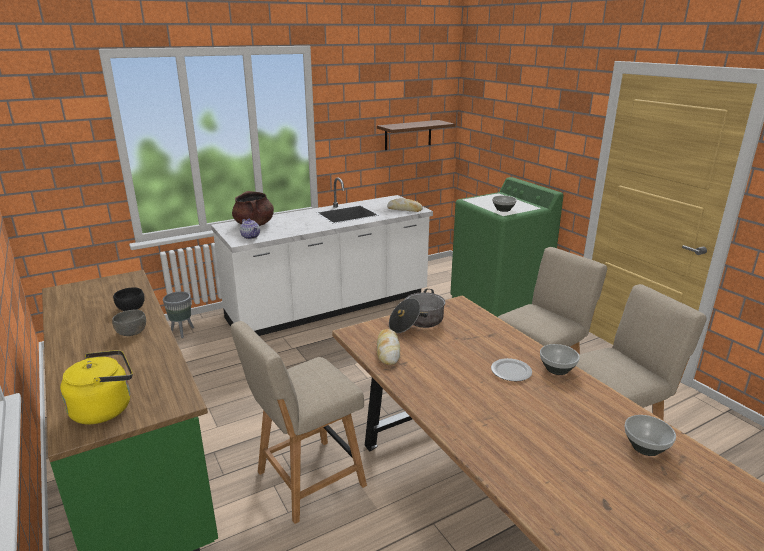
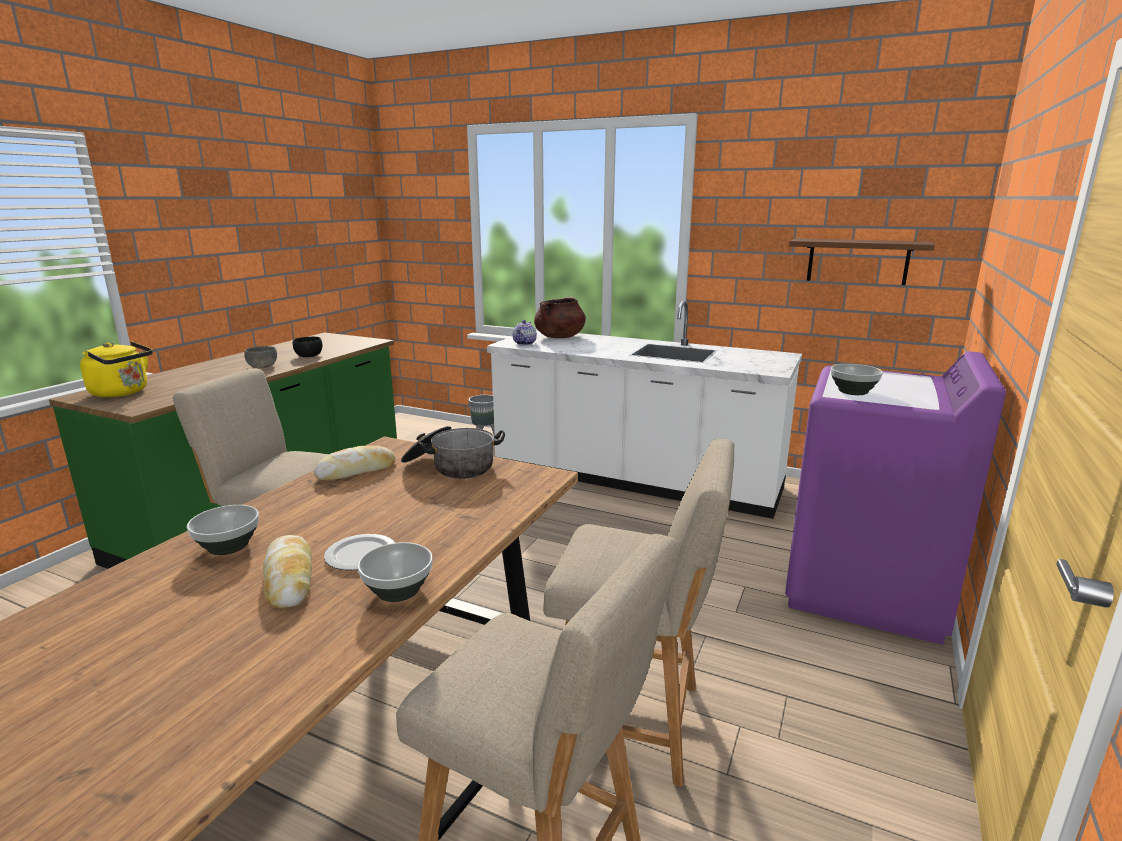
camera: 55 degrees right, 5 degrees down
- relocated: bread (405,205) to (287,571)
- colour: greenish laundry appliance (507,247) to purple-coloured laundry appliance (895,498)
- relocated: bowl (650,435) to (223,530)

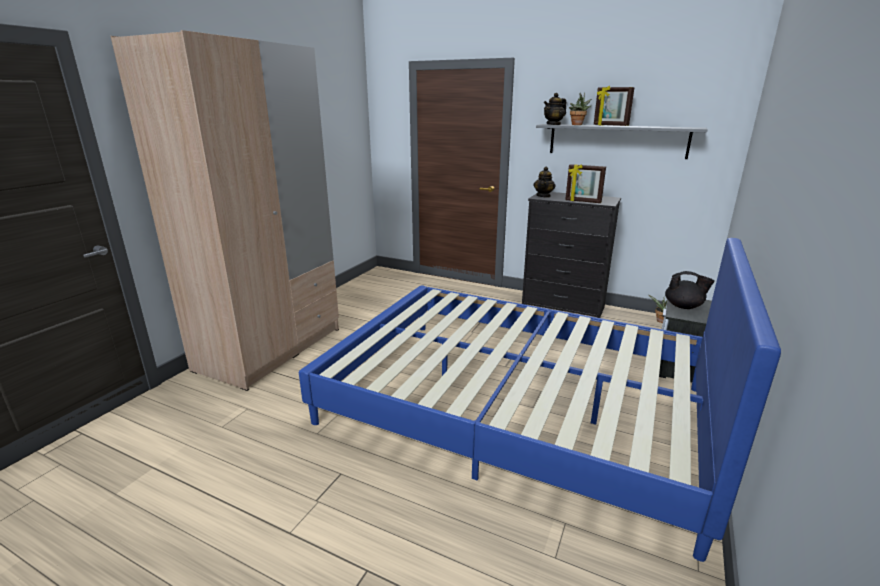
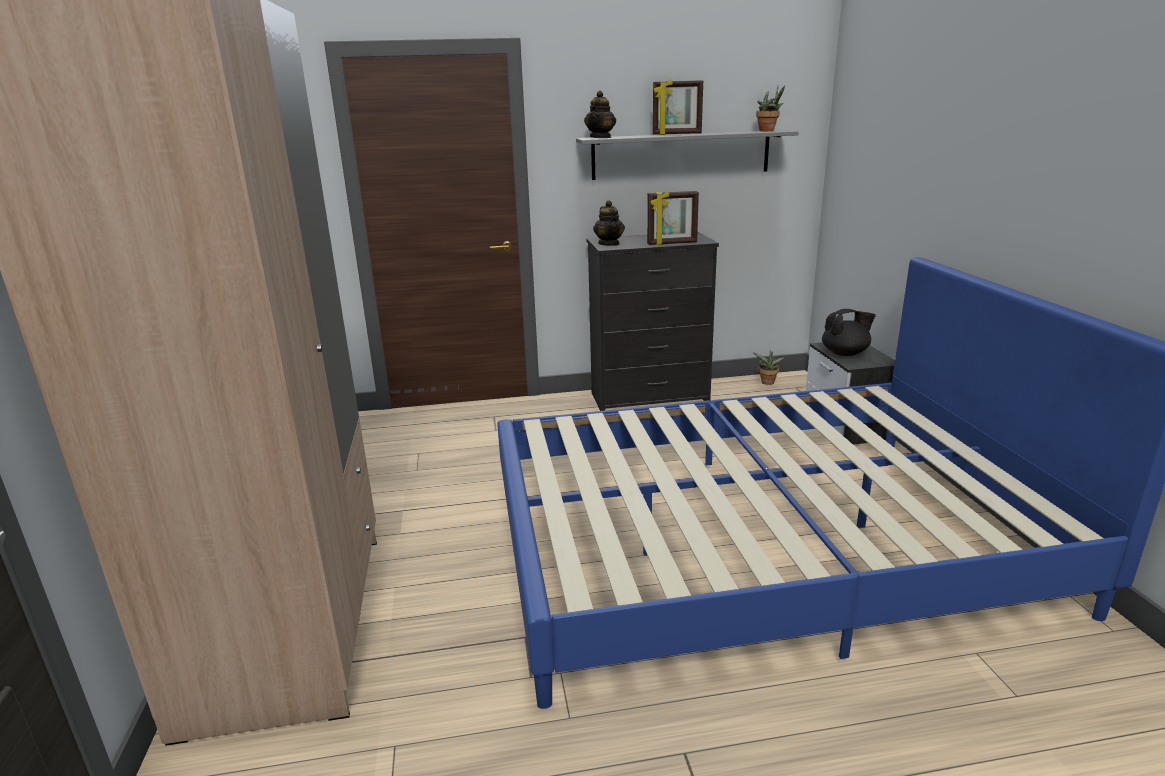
camera: 35 degrees left, 0 degrees up
- relocated: plant in a pot (580,109) to (770,108)

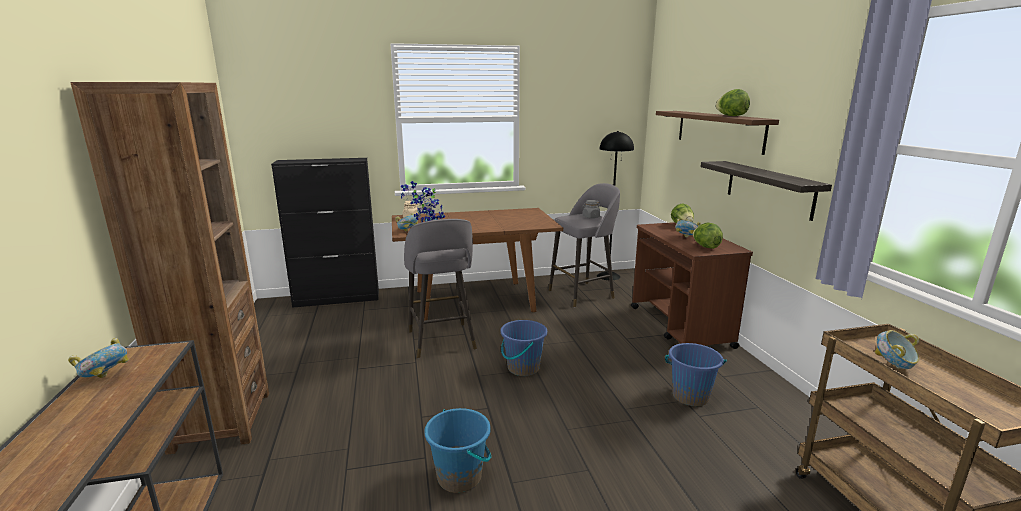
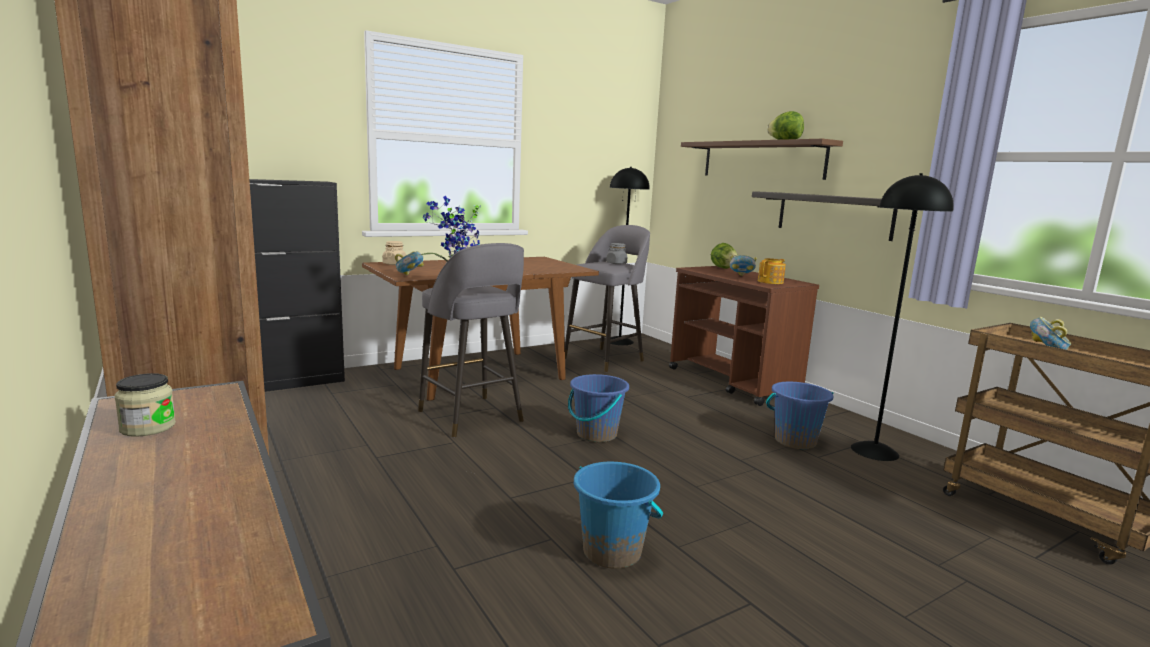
camera: 20 degrees left, 5 degrees down
- exchanged: bowl (98,358) to jar (145,405)
- exchanged: head of lettuce (708,236) to teapot (772,271)
- appeared: black-coloured standard lamp (902,317)

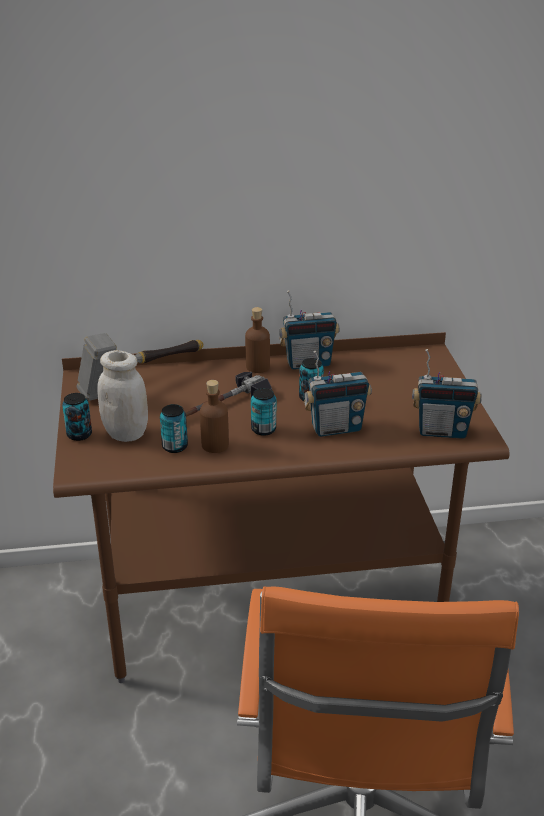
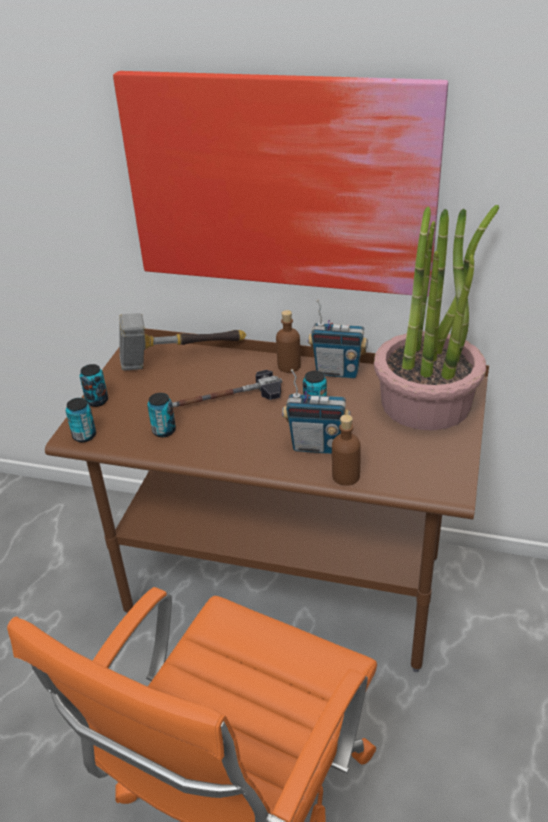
camera: 25 degrees right, 5 degrees up
- missing: white-coloured jar (122,396)
- relocated: brownish bottle (214,416) to (346,450)
- relocated: metal can (263,412) to (81,420)
- missing: radio set (447,394)
- appeared: picture (280,184)
- appeared: plant in a pot (436,317)

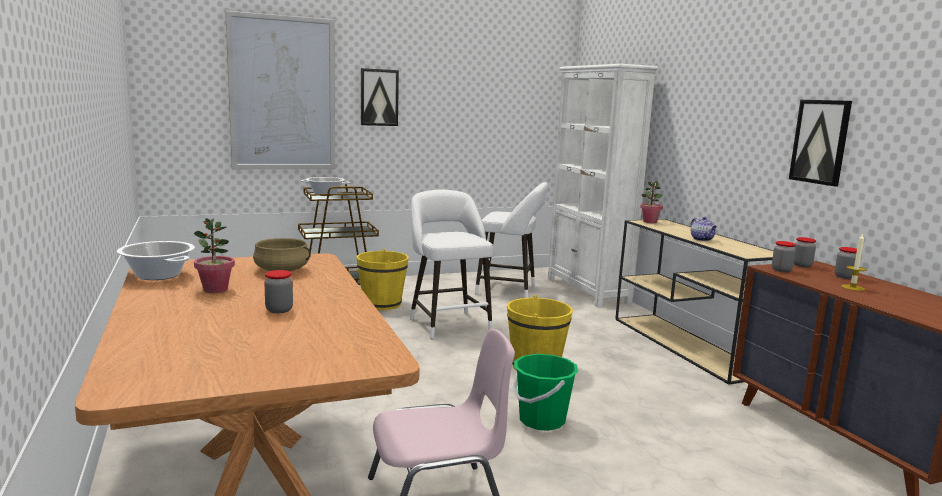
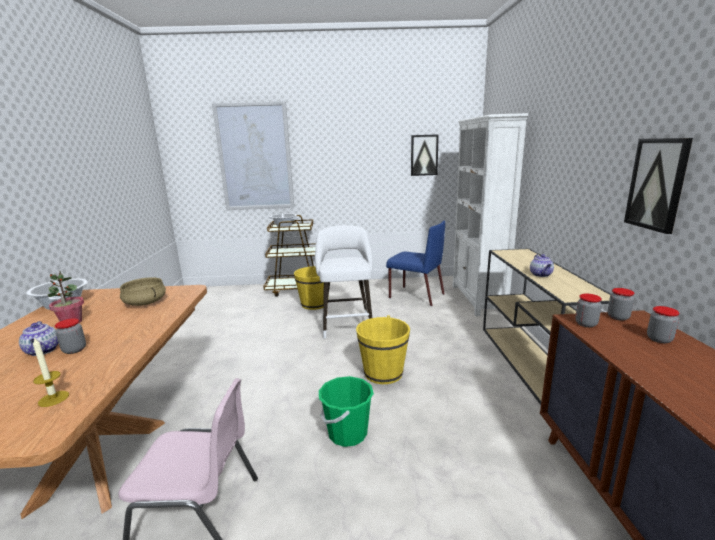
camera: 20 degrees right, 5 degrees up
- relocated: picture (380,97) to (425,155)
- exchanged: white-coloured stool (511,240) to blue-coloured chair (415,263)
- missing: plant in a pot (651,202)
- relocated: wax candle (854,262) to (51,372)
- appeared: teapot (39,338)

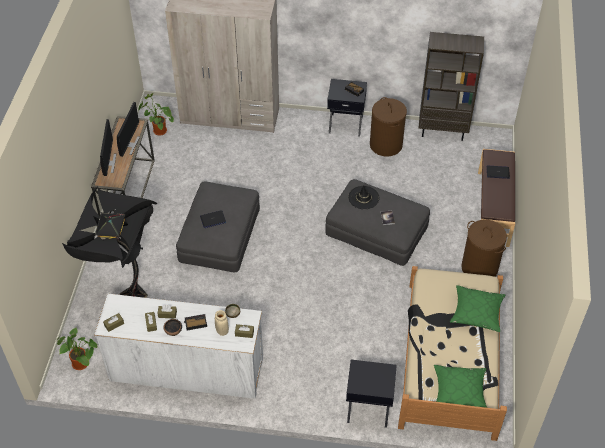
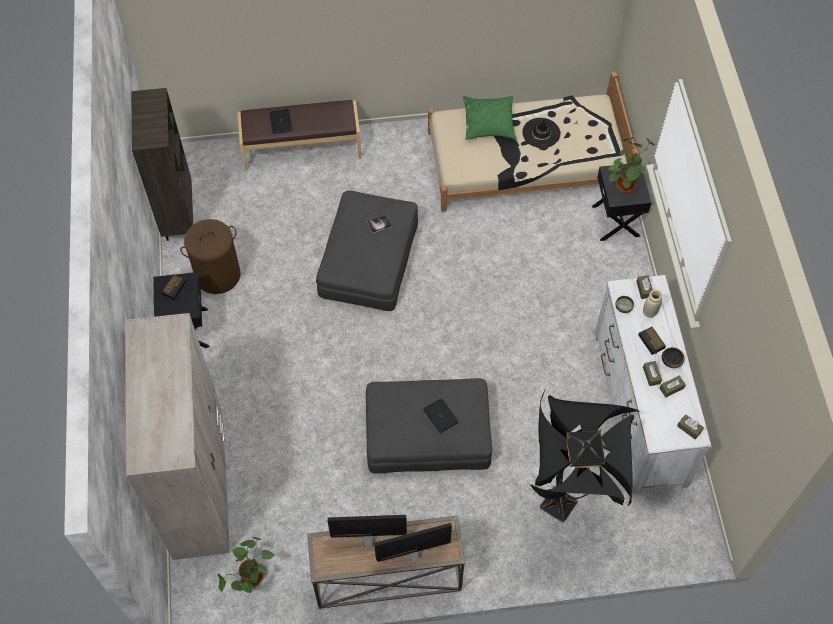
camera: 105 degrees left, 10 degrees up
- relocated: plant in a pot (77,348) to (632,165)
- relocated: black-coloured clothing hat (363,197) to (541,133)
- missing: greenish cushion (460,386)
- missing: brownish laundry basket (484,248)

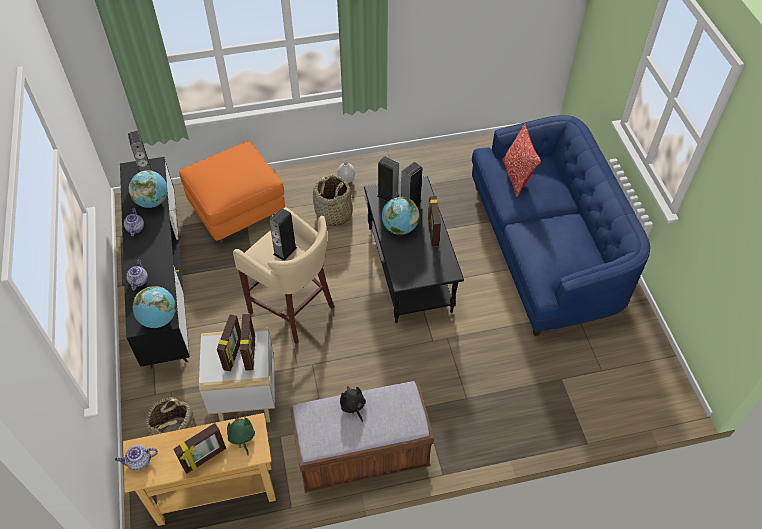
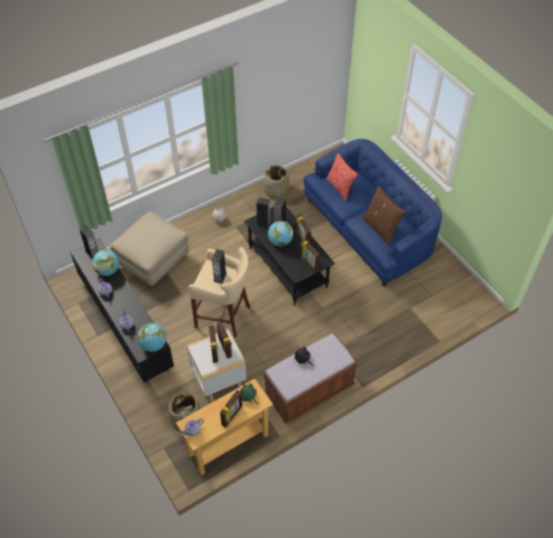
camera: 20 degrees left, 0 degrees up
- colour: orangey ottoman (232,192) to sand-coloured ottoman (150,249)
- relocated: household basket (333,200) to (277,182)
- appeared: standing frame (310,254)
- appeared: brownish cushion (384,215)

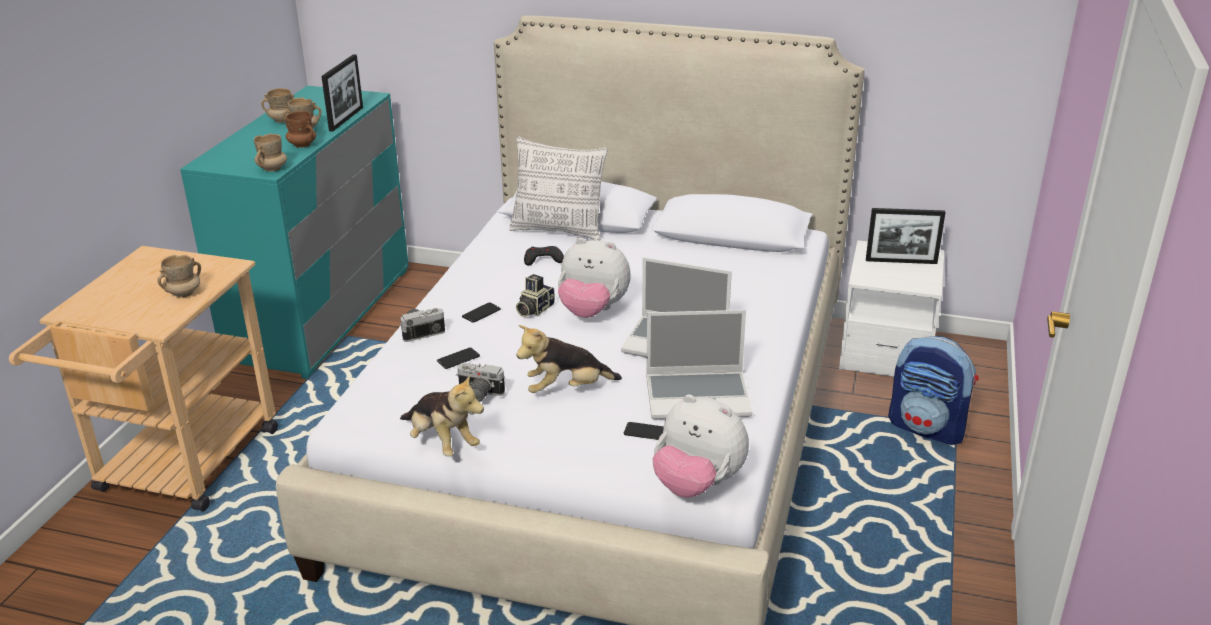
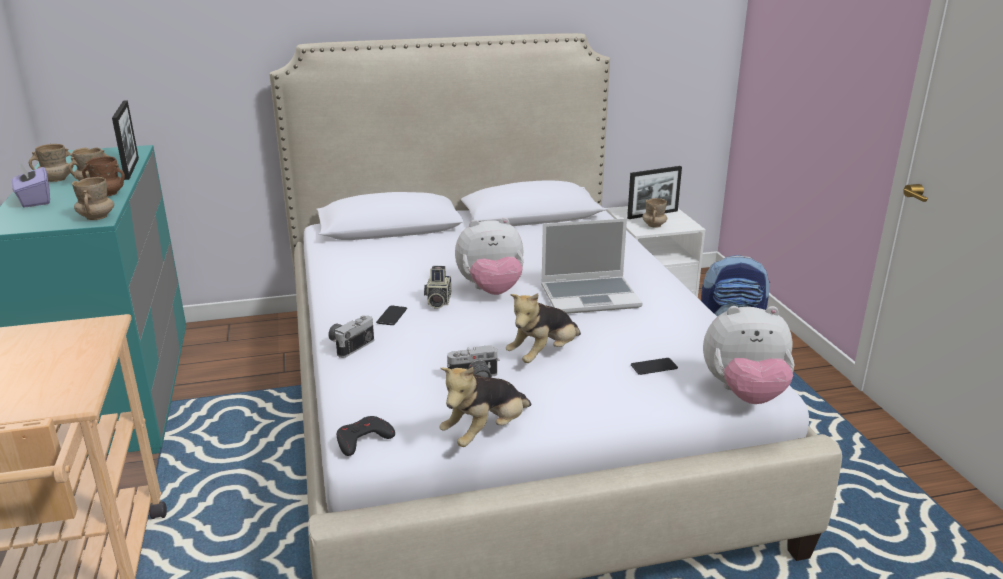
camera: 30 degrees left, 5 degrees down
- relocated: sand-coloured coffee mug (179,276) to (654,213)
- spun: plush toy (442,415) = (485,407) 120 degrees clockwise
- missing: phone (458,358)
- missing: cushion (558,189)
- relocated: black-coloured gamepad (544,255) to (366,436)
- missing: portable computer (699,365)
- appeared: purple-coloured box of tissues (30,184)

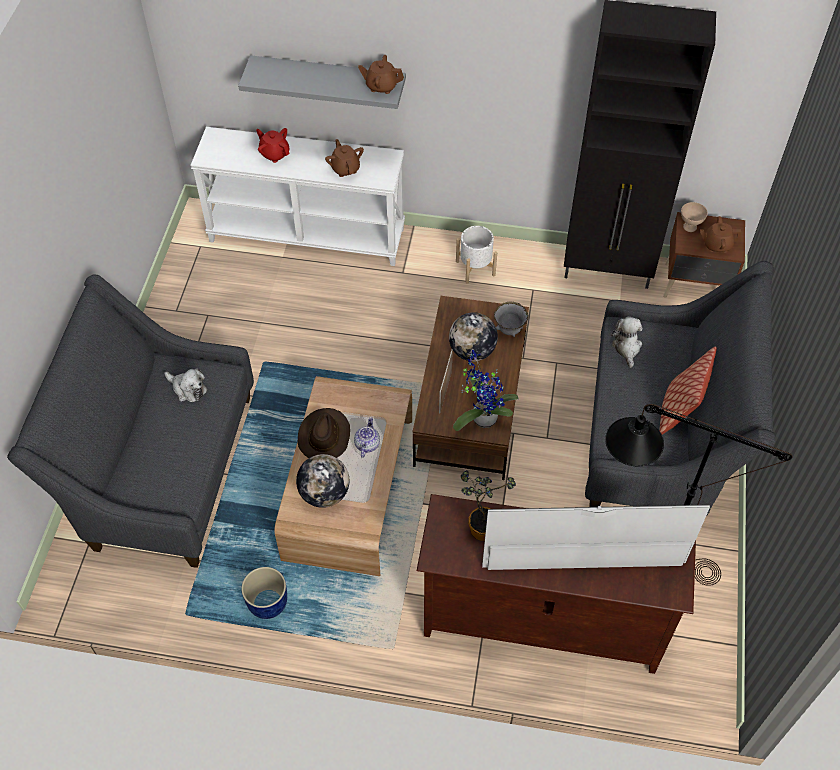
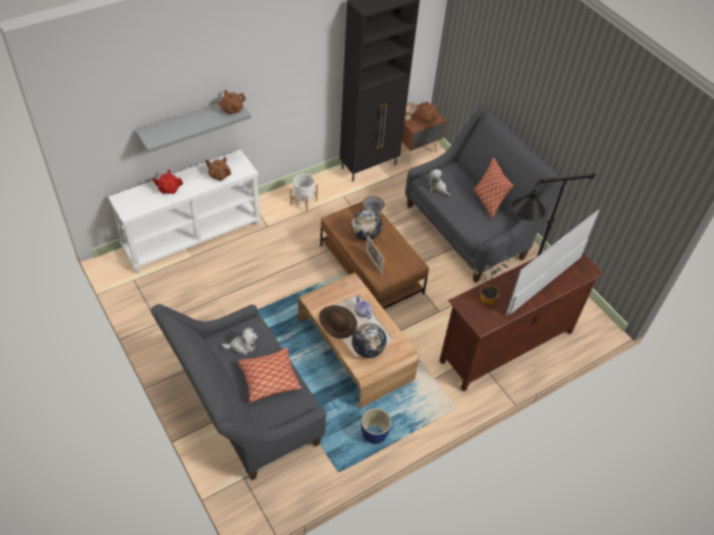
camera: 45 degrees left, 5 degrees down
- missing: plant in a pot (486,390)
- appeared: cushion (270,375)

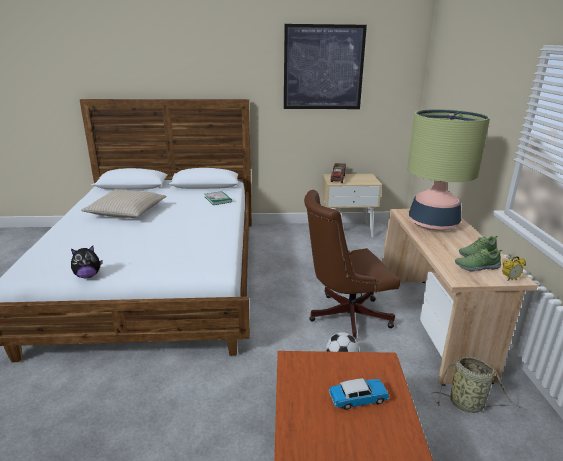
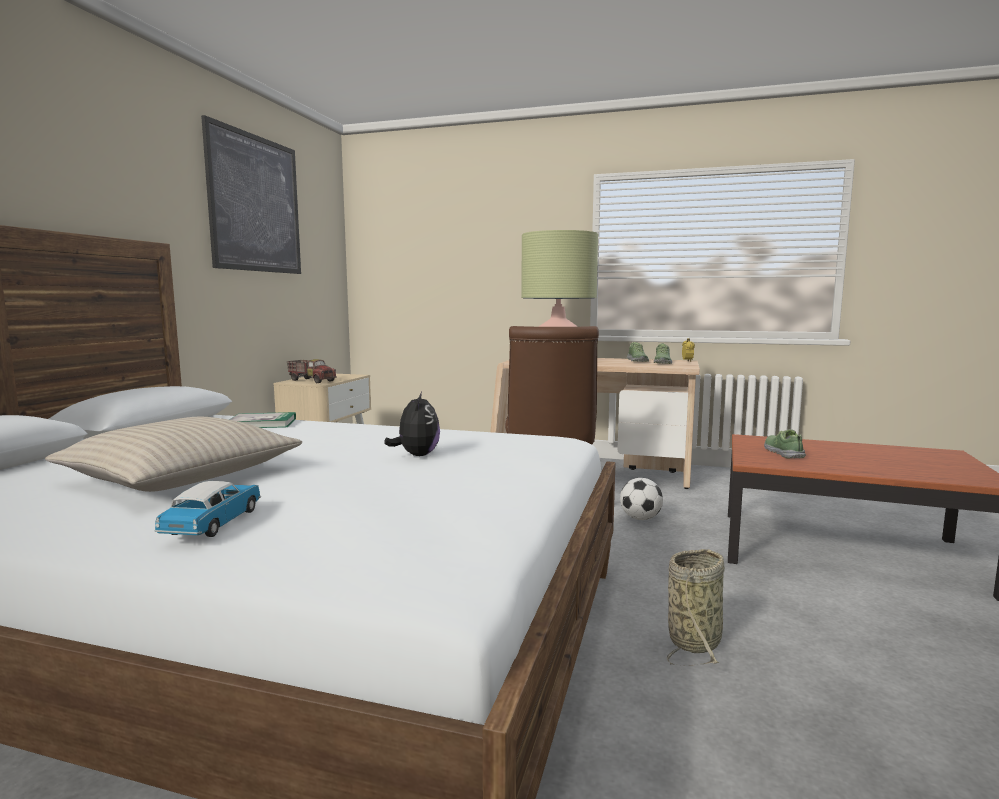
camera: 70 degrees left, 15 degrees down
- relocated: plush toy (87,262) to (412,424)
- relocated: miniature car (359,394) to (207,509)
- relocated: household basket (477,385) to (696,607)
- appeared: item of footwear (785,443)

